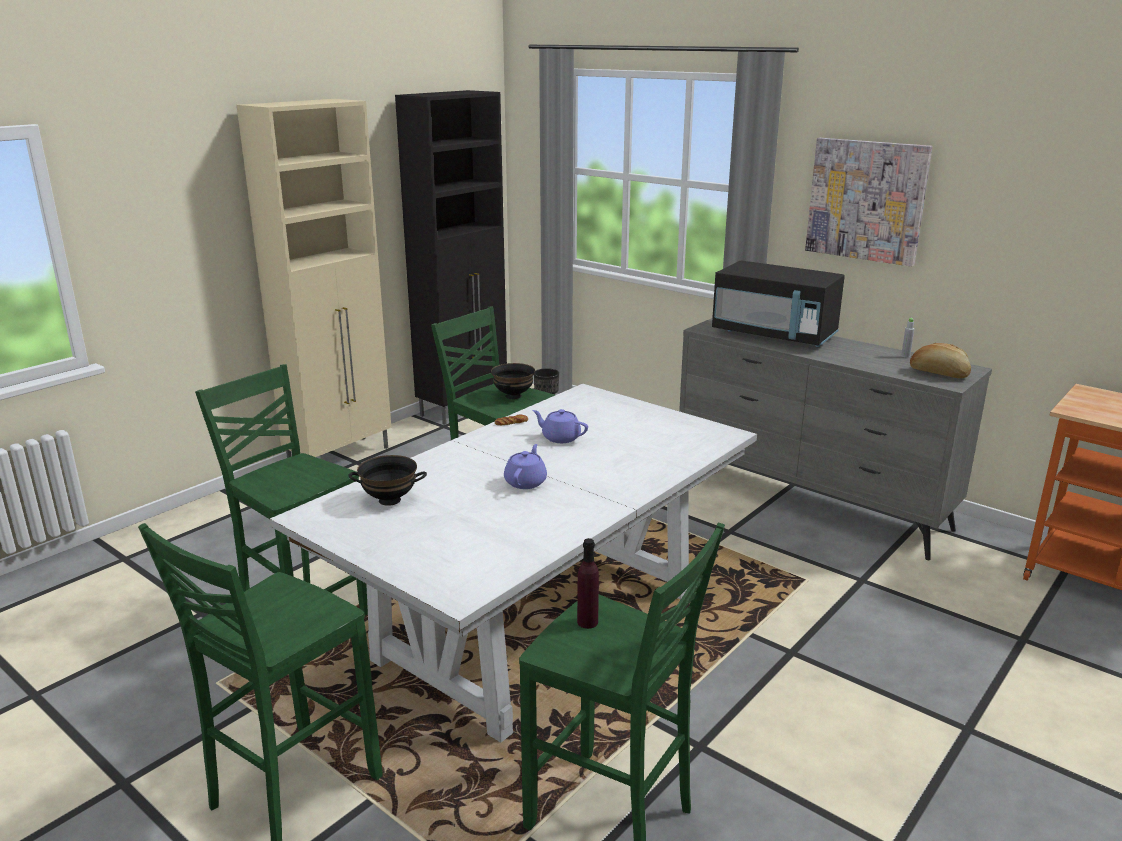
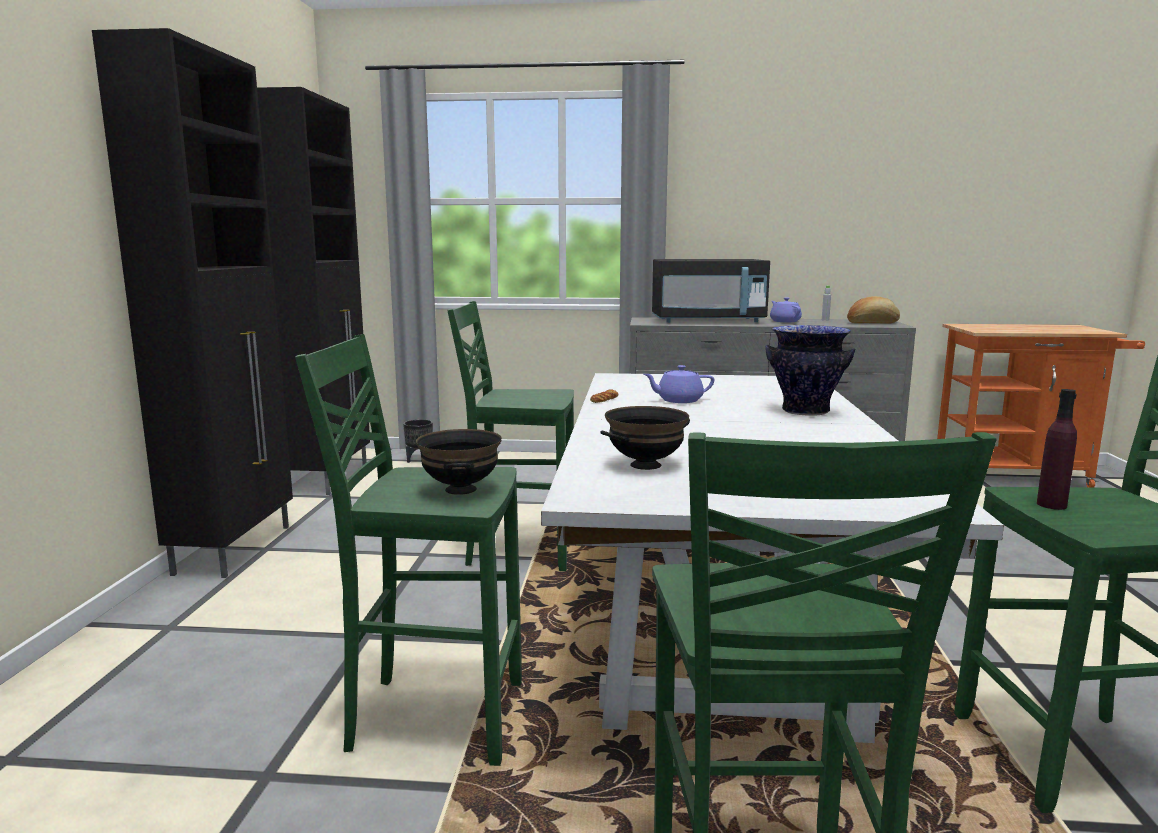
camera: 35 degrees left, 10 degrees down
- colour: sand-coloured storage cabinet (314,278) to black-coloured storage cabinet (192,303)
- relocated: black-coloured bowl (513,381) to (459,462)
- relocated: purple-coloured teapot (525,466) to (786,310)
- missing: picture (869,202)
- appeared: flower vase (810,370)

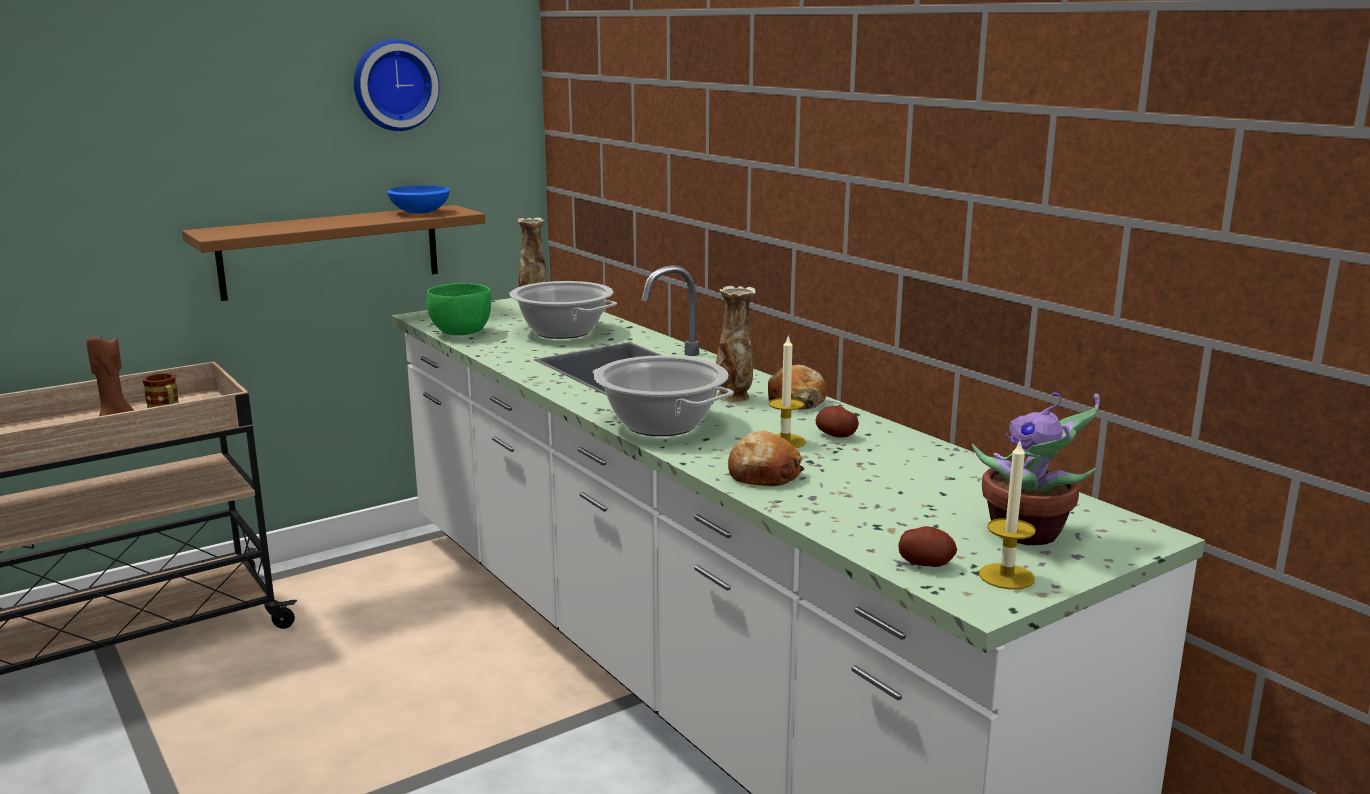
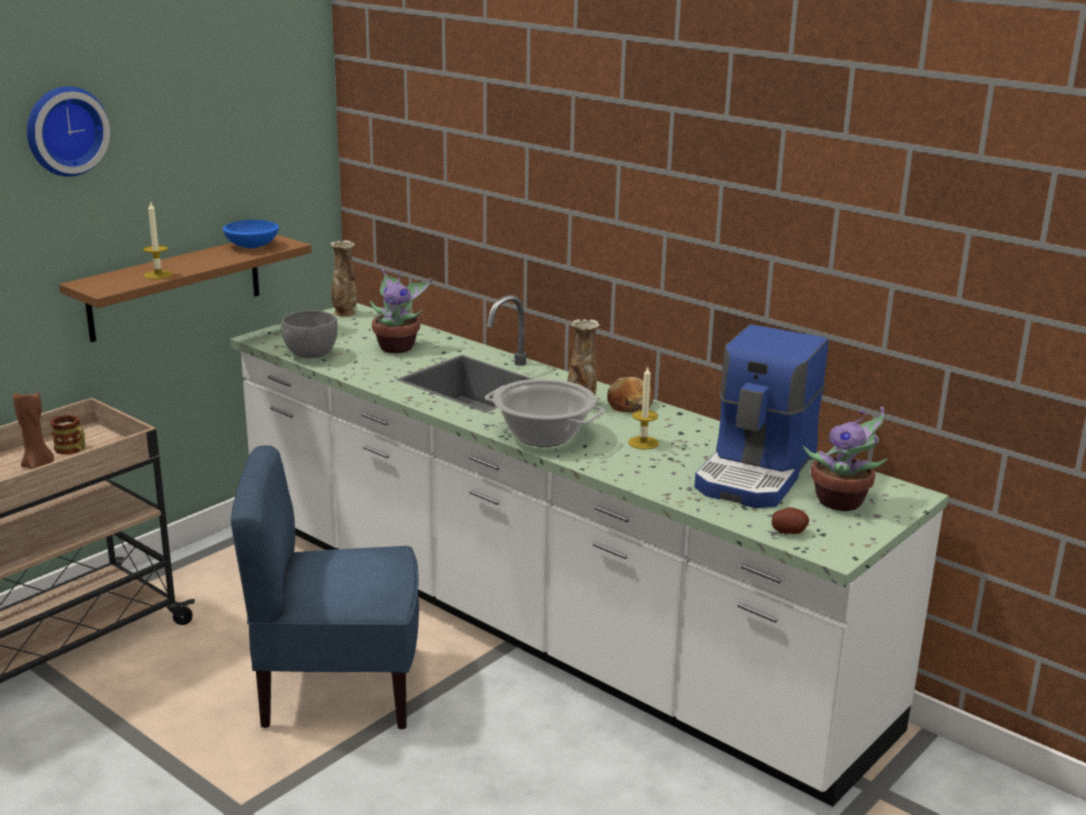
camera: 15 degrees left, 5 degrees up
- relocated: wall clock (396,85) to (68,131)
- colour: greenish bowl (458,309) to gray bowl (309,334)
- exchanged: stockpot (563,310) to plant in a pot (401,311)
- missing: bread (766,458)
- missing: potato (837,422)
- relocated: wax candle (1007,515) to (158,241)
- appeared: blue-coloured chair (325,587)
- appeared: coffee brewer (761,416)

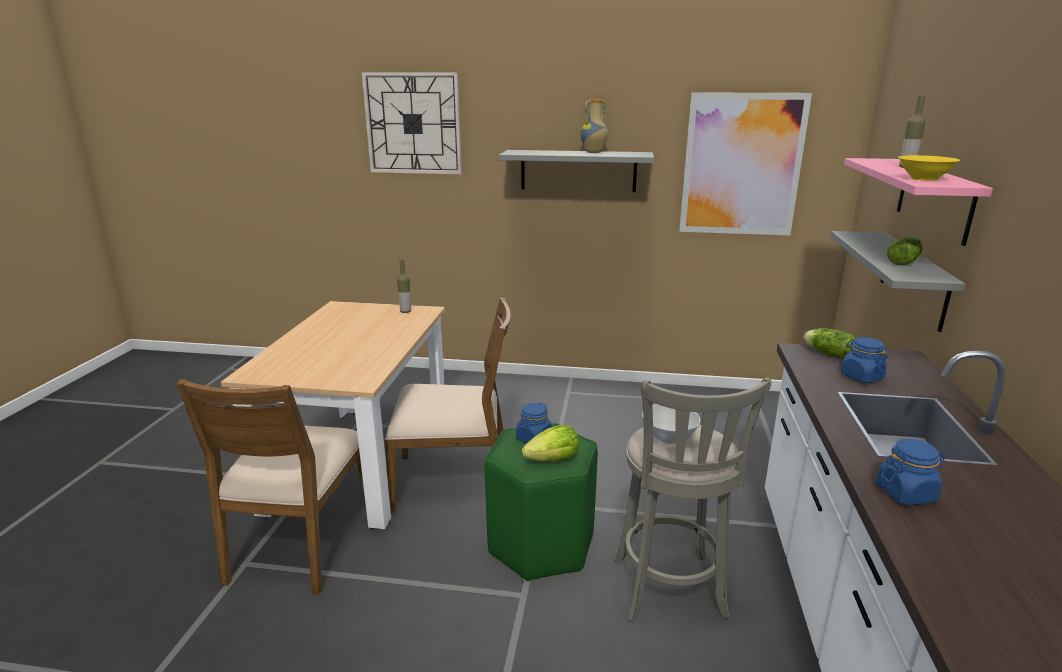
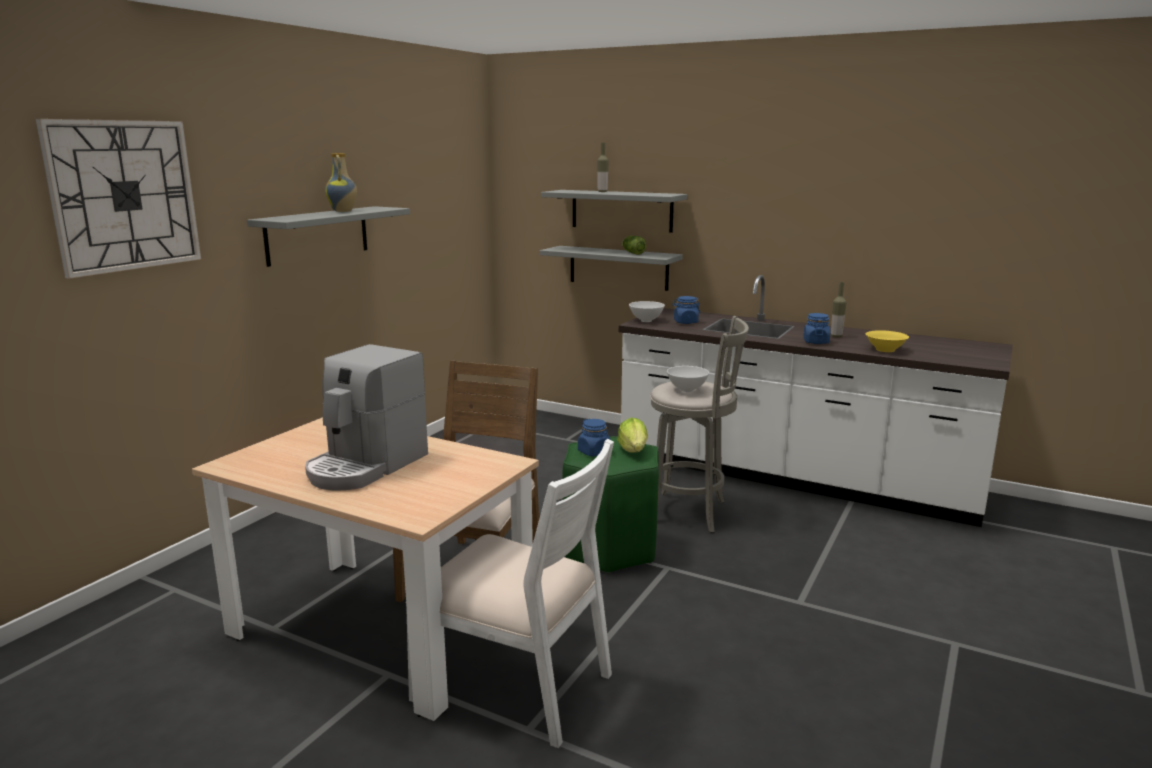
camera: 70 degrees left, 5 degrees down
- colour: brownish chair (270,486) to white-coloured chair (510,593)
- relocated: bottle (404,286) to (838,309)
- missing: picture (745,163)
- exchanged: head of lettuce (829,343) to white-coloured bowl (647,311)
- colour: pinkish bracket shelf (918,202) to gray bracket shelf (614,211)
- relocated: yellow-coloured bowl (929,168) to (887,341)
- appeared: coffee brewer (366,417)

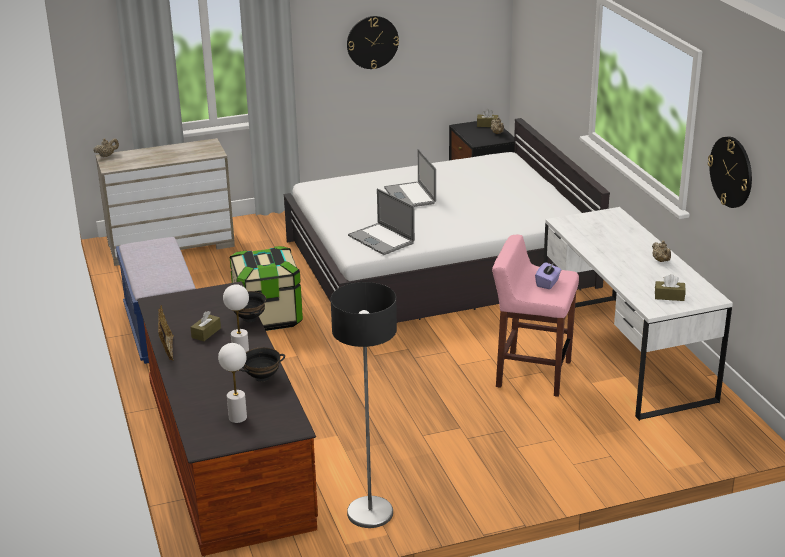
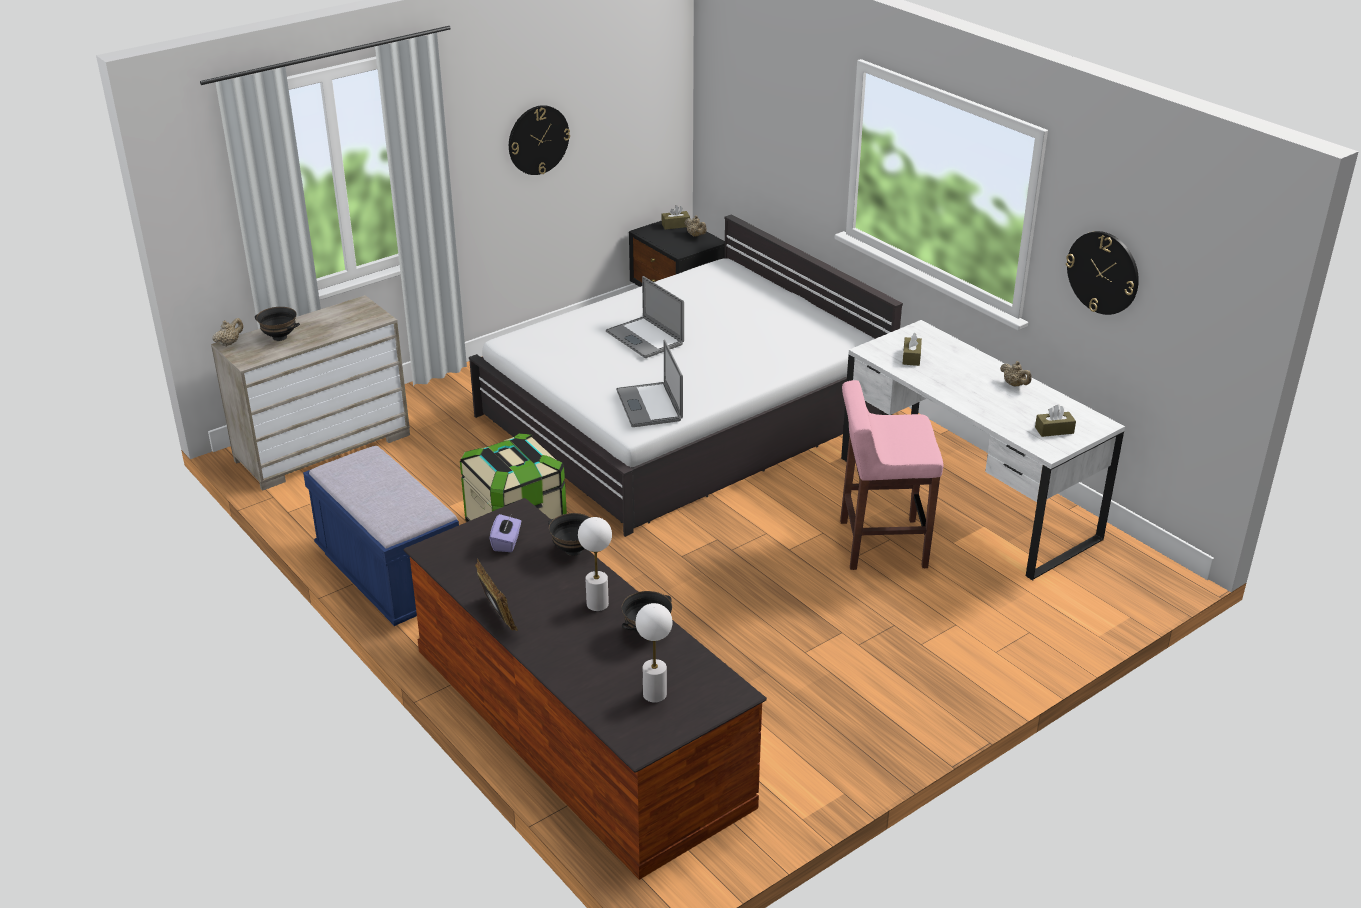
camera: 20 degrees left, 5 degrees up
- relocated: brownish box of tissues (205,326) to (912,349)
- missing: standard lamp (364,405)
- spun: portable computer (381,221) = (649,383) 45 degrees clockwise
- relocated: purple-coloured box of tissues (548,275) to (505,533)
- appeared: black-coloured bowl (277,324)

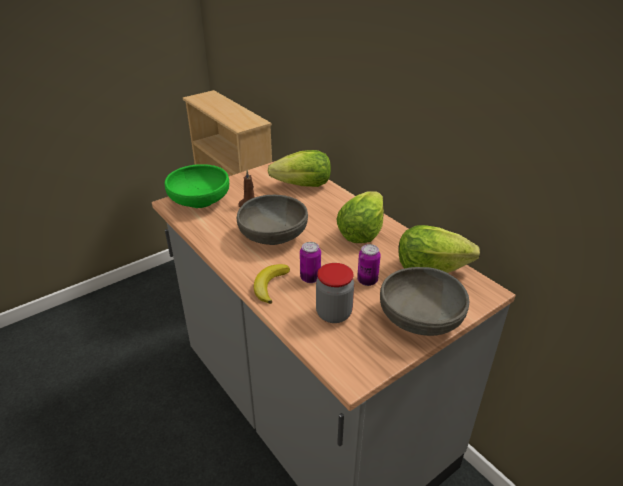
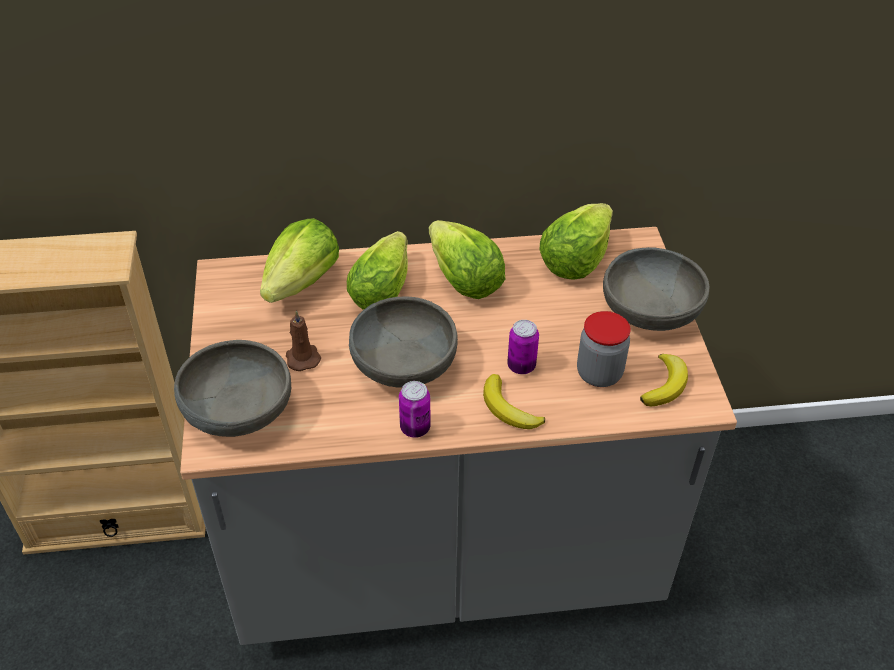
camera: 60 degrees left, 10 degrees up
- colour: greenish bowl (197,186) to gray bowl (232,388)
- relocated: metal can (369,265) to (414,409)
- appeared: head of lettuce (377,270)
- appeared: banana (664,380)

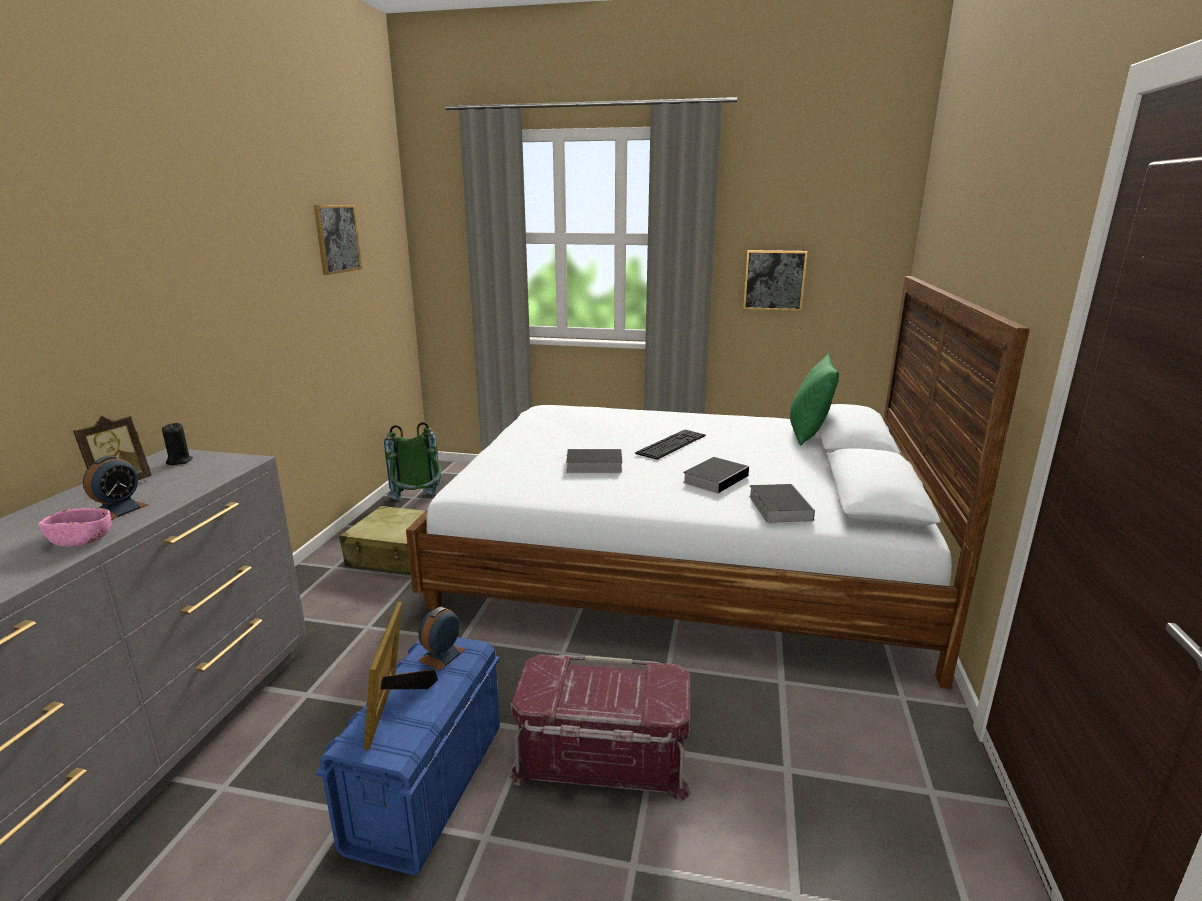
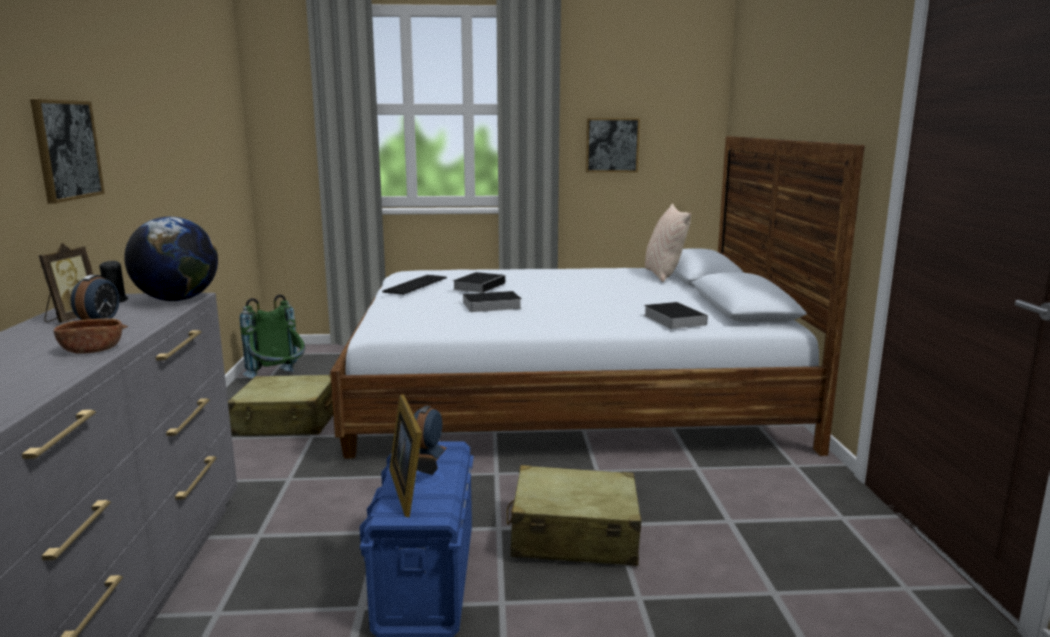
camera: 15 degrees left, 5 degrees down
- colour: pinkish bowl (74,527) to brownish bowl (88,336)
- relocated: picture (338,240) to (67,151)
- exchanged: reddish storage bin (599,727) to sand-coloured travel case (574,515)
- relocated: keyboard (670,445) to (414,285)
- relocated: book (716,475) to (479,282)
- colour: greenish cushion (814,399) to sand-coloured cushion (668,242)
- appeared: desk globe (171,259)

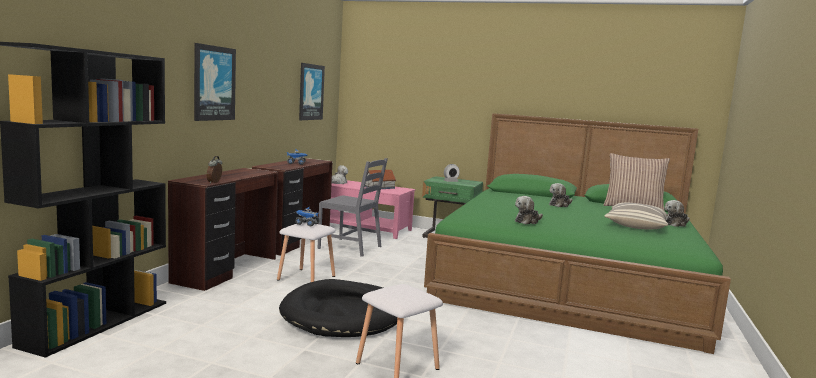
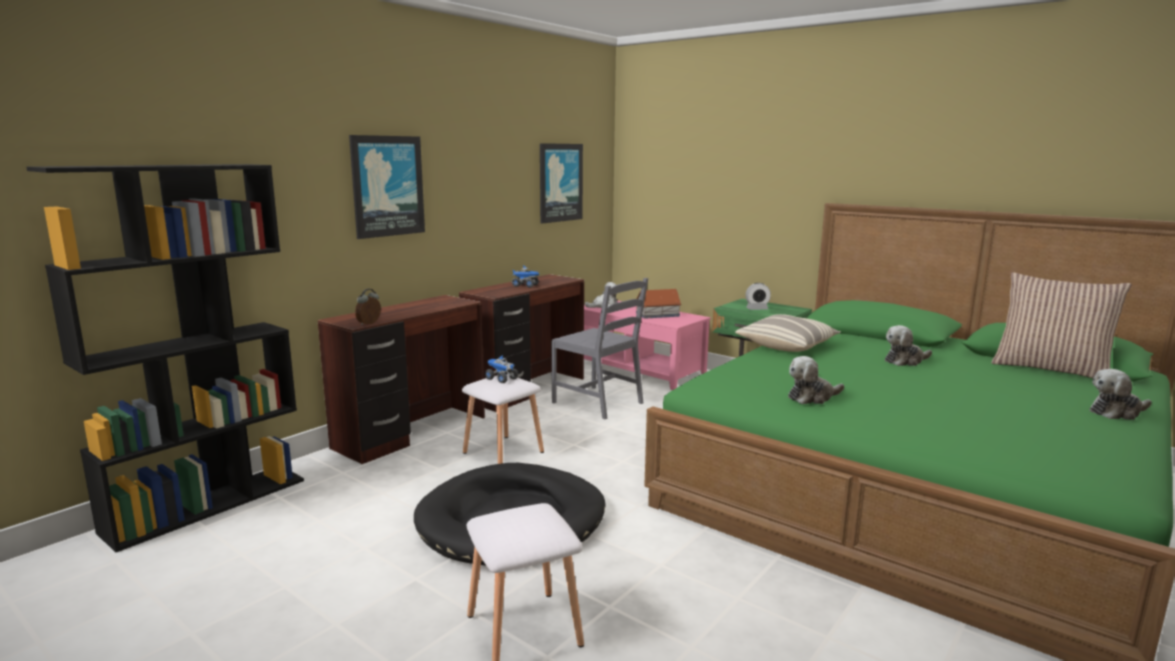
camera: 20 degrees right, 5 degrees up
- relocated: cushion (637,216) to (788,333)

